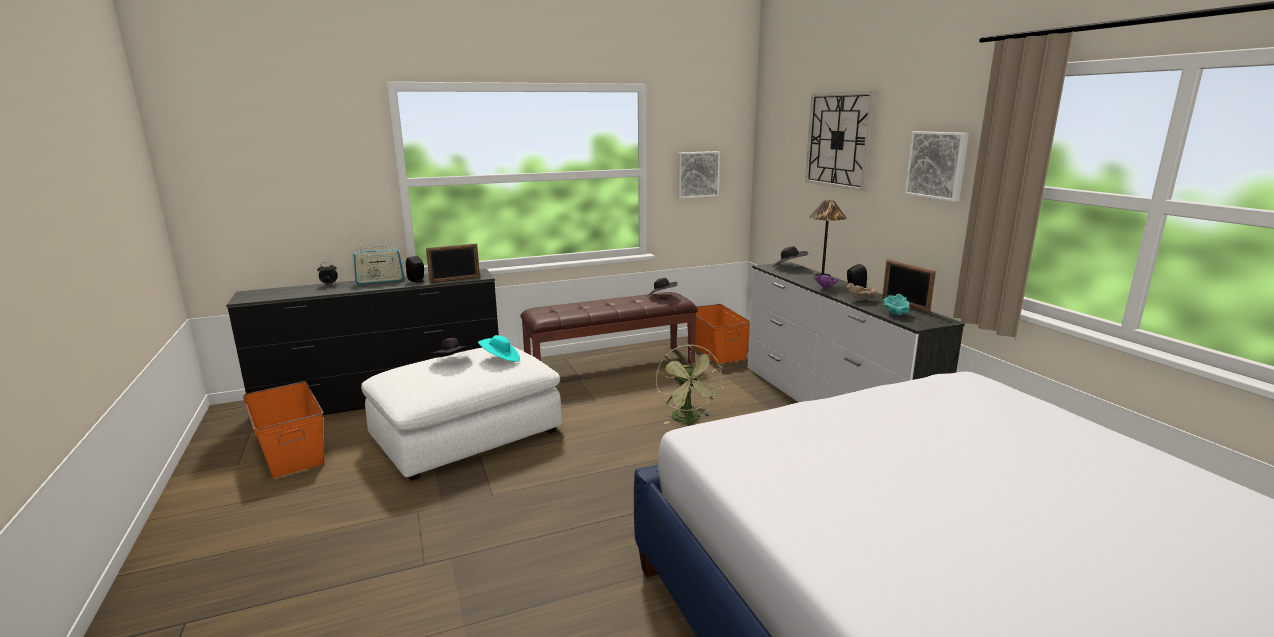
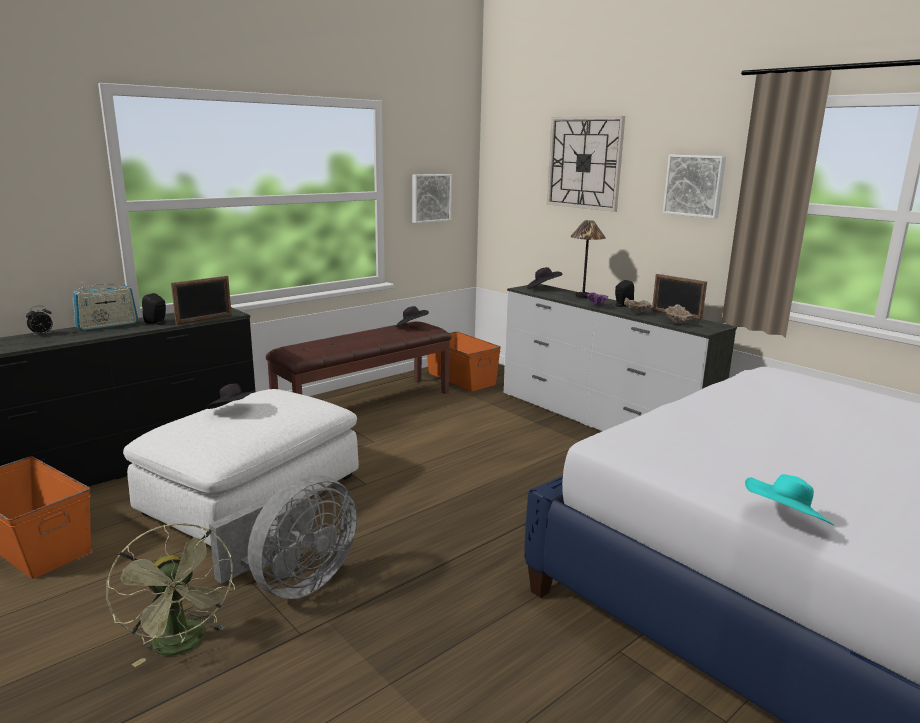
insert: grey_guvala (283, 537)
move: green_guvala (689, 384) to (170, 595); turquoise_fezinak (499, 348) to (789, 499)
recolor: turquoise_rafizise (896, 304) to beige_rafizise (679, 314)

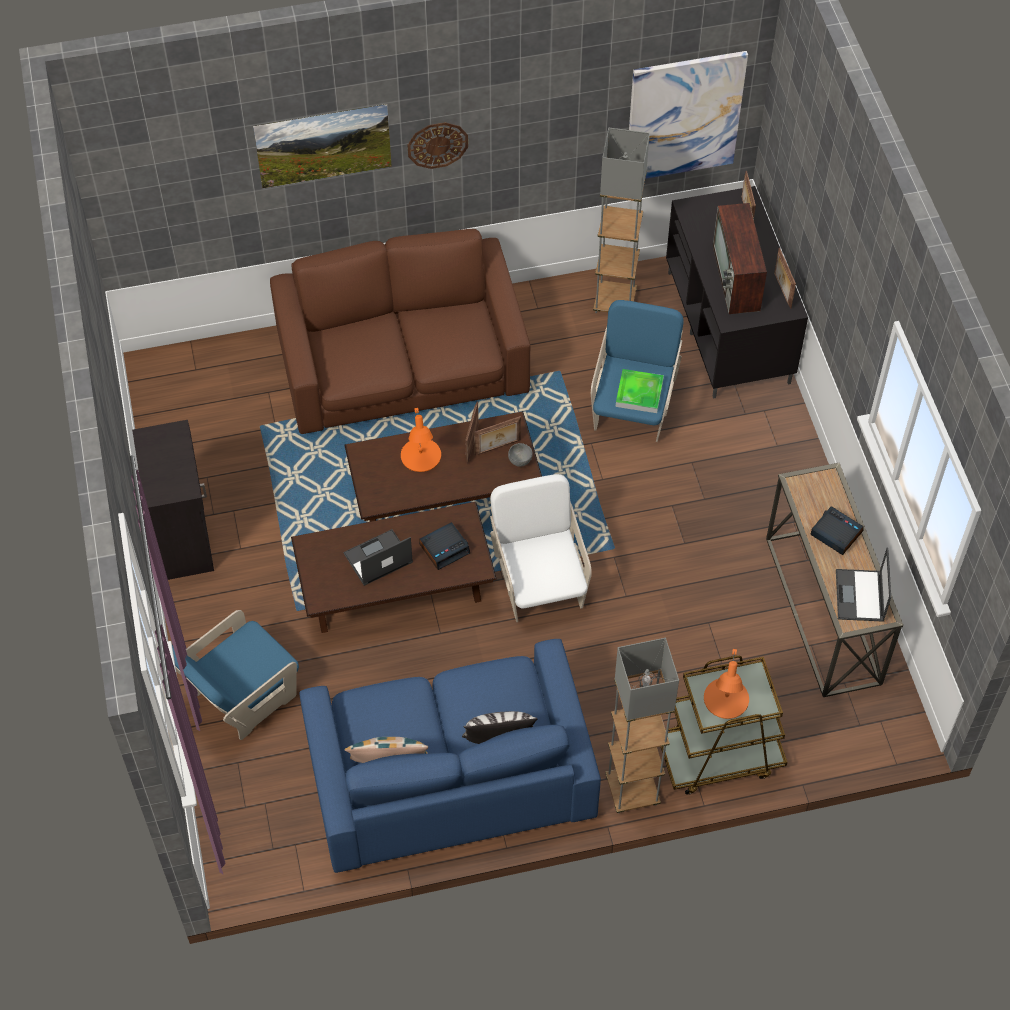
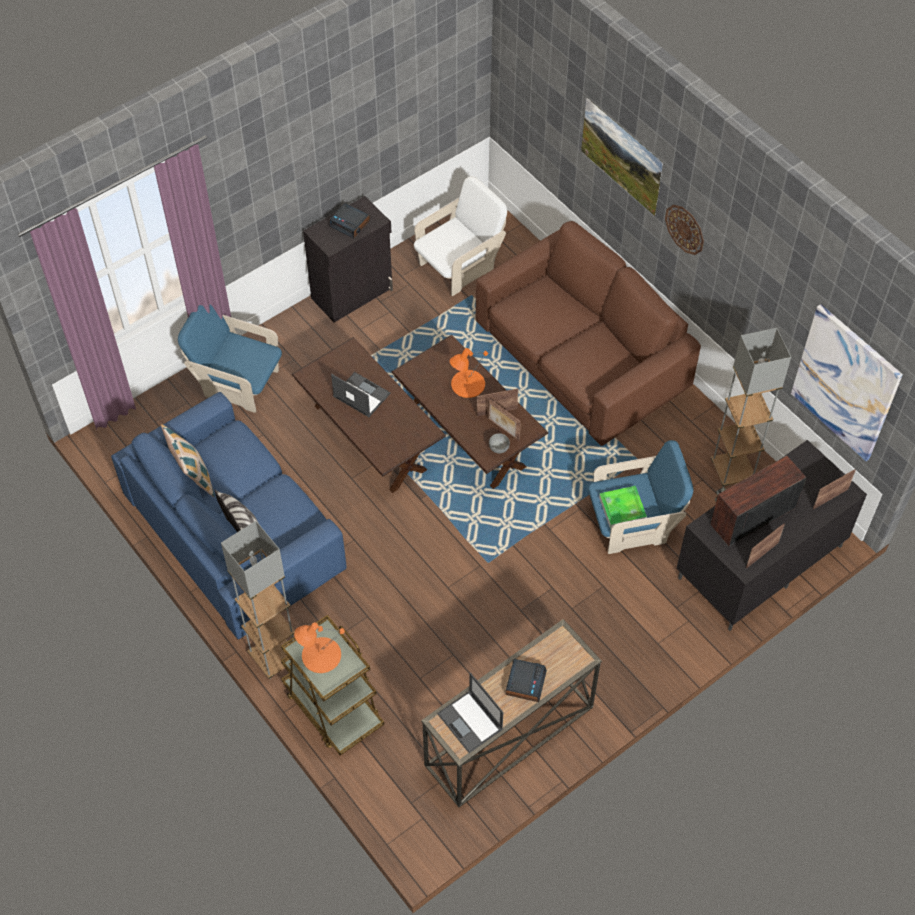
move: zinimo (444, 546) to (349, 221); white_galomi (541, 548) to (460, 236)
rotate: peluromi (863, 584) = (470, 713) 105 degrees counterclockwise

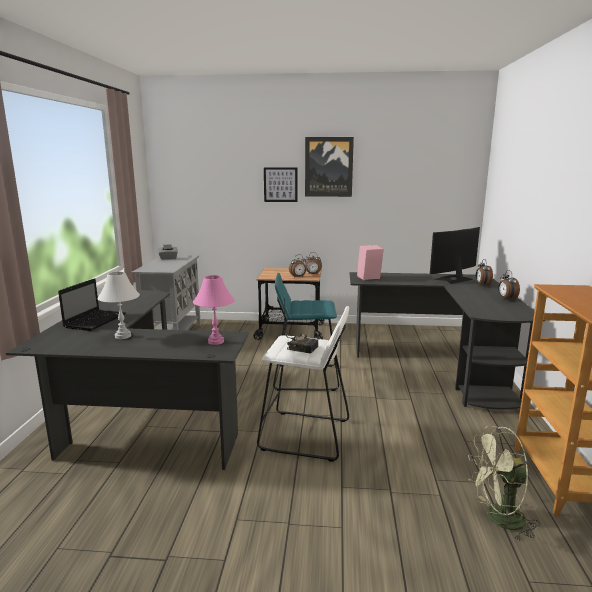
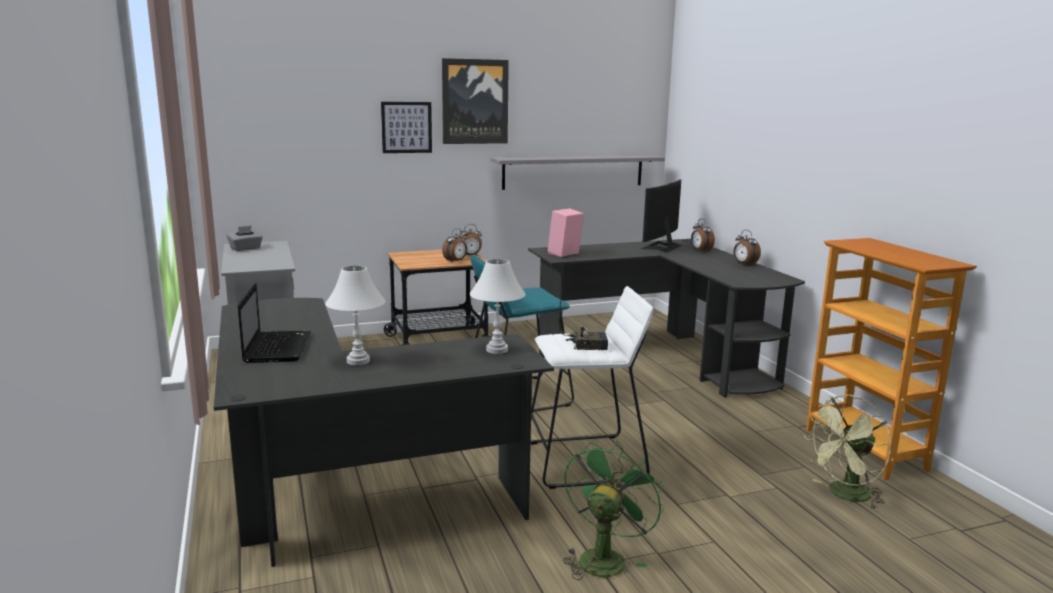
insert: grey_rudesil (578, 172); green_guvala (613, 510)
recolor: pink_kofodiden (214, 310) to white_kofodiden (498, 306)

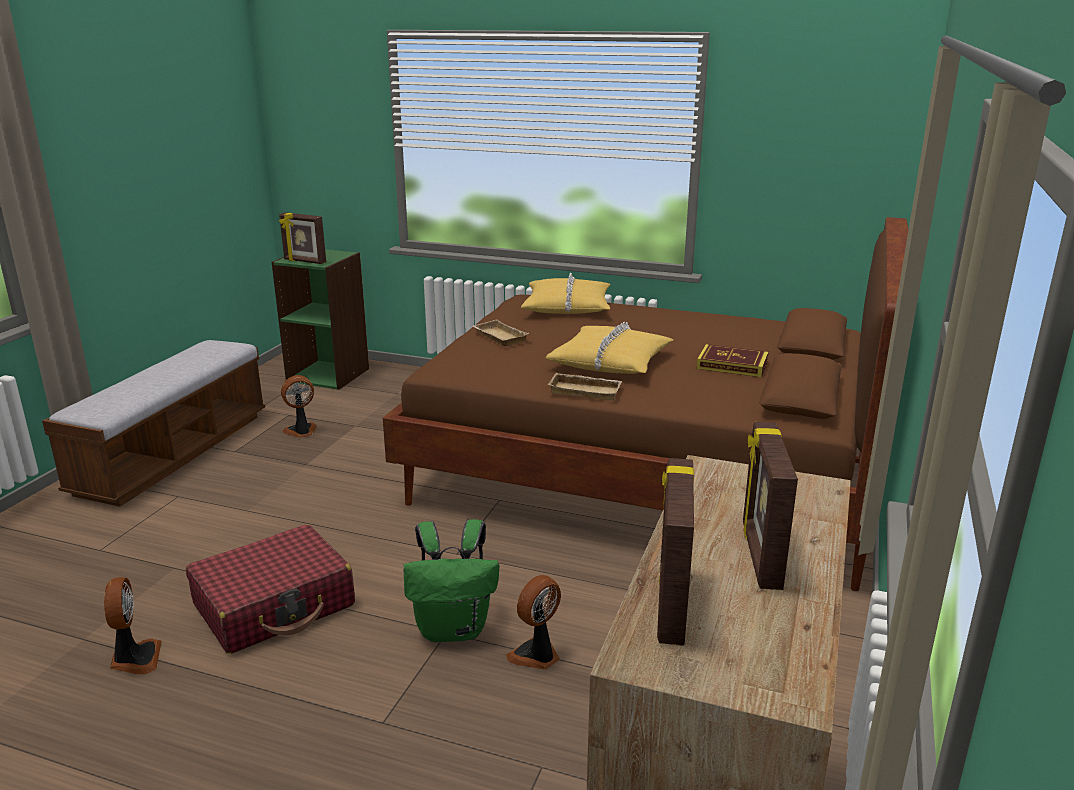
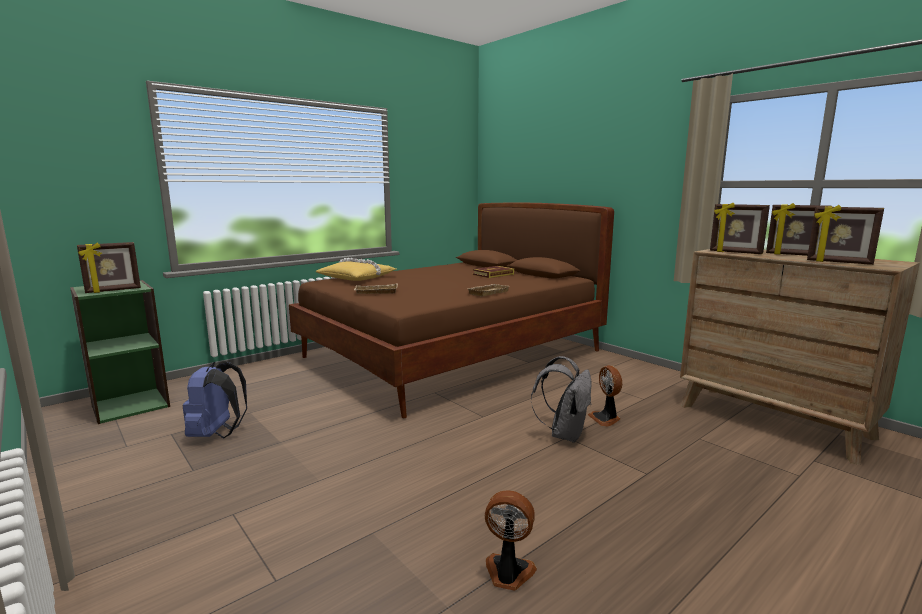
delete: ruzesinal (153, 423); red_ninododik (270, 589); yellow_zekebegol (609, 348)
insert: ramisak (740, 228)
replace: guvala (299, 406) to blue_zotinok (215, 400)
recolor: green_zotinok (451, 580) to grey_zotinok (561, 399)

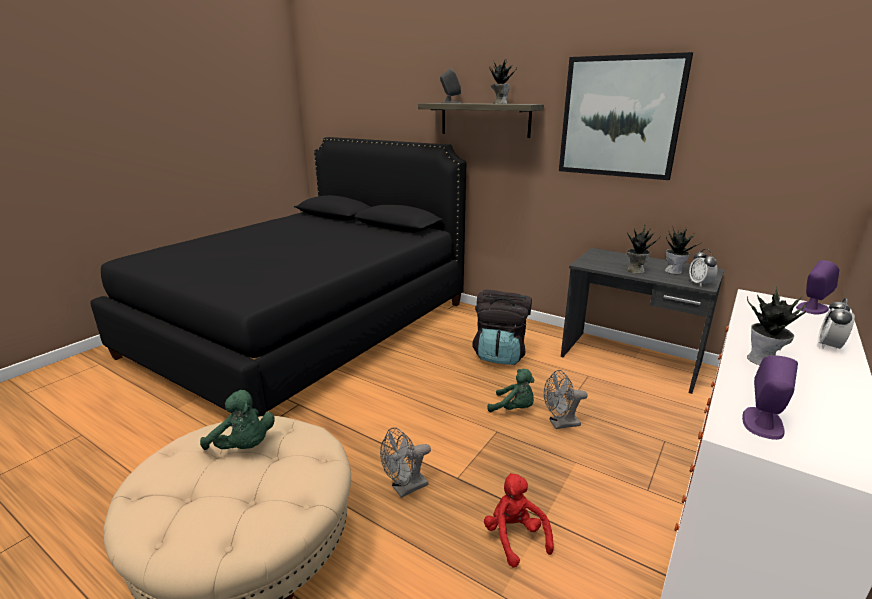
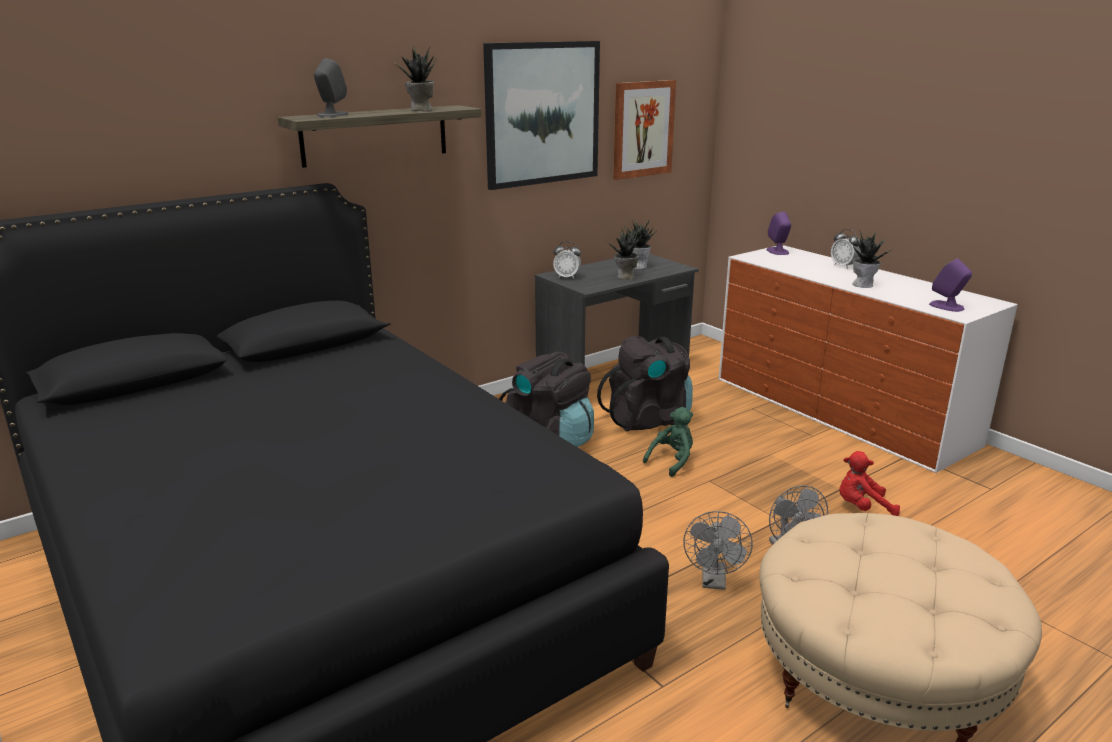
delete: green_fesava (237, 420)
insert: black_zotinok (645, 384); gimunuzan (644, 130)
move: zinimo (703, 267) to (567, 260); grey_guvala (565, 399) to (718, 550)

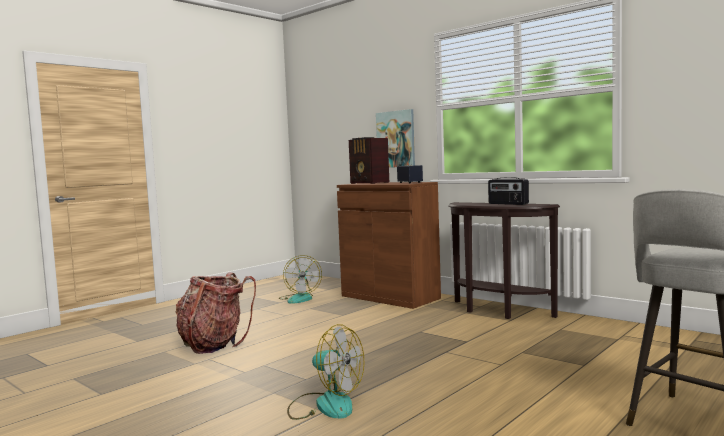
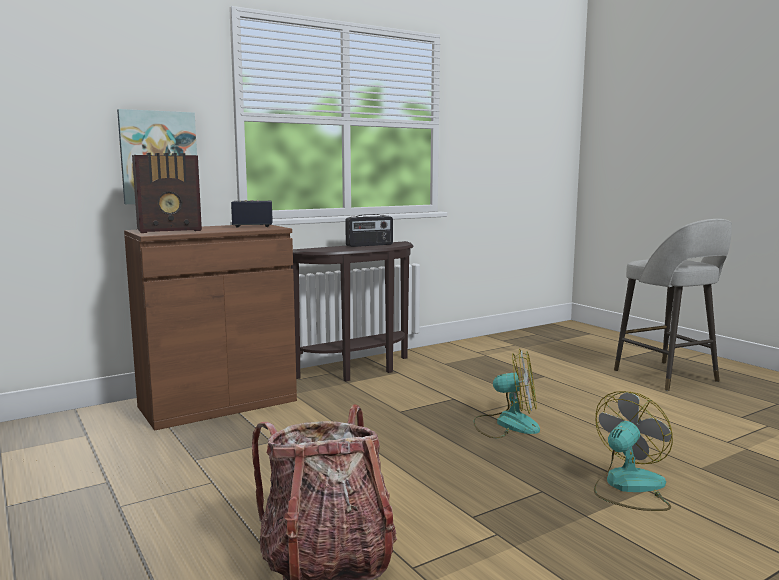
move: guvala (300, 279) to (506, 393)

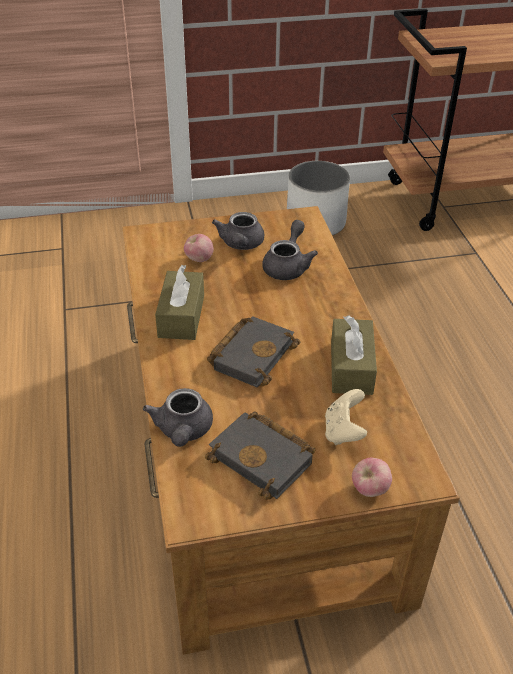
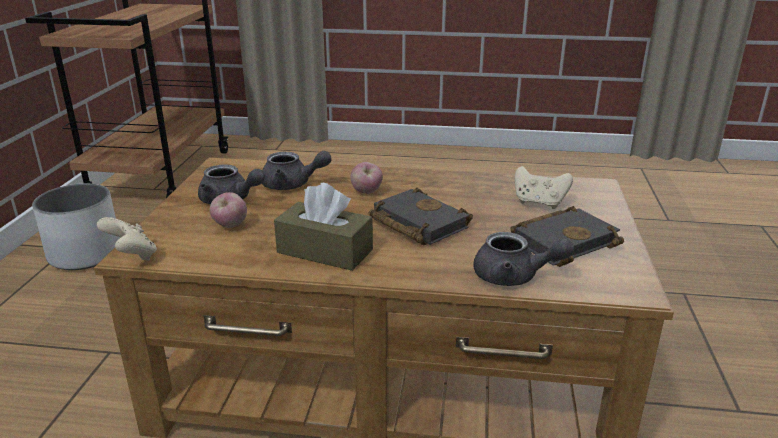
delete: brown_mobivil (354, 355)
insert: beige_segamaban (127, 239)
move: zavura (372, 477) to (366, 178)
rotate: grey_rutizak (290, 250) = (296, 170) 150 degrees clockwise

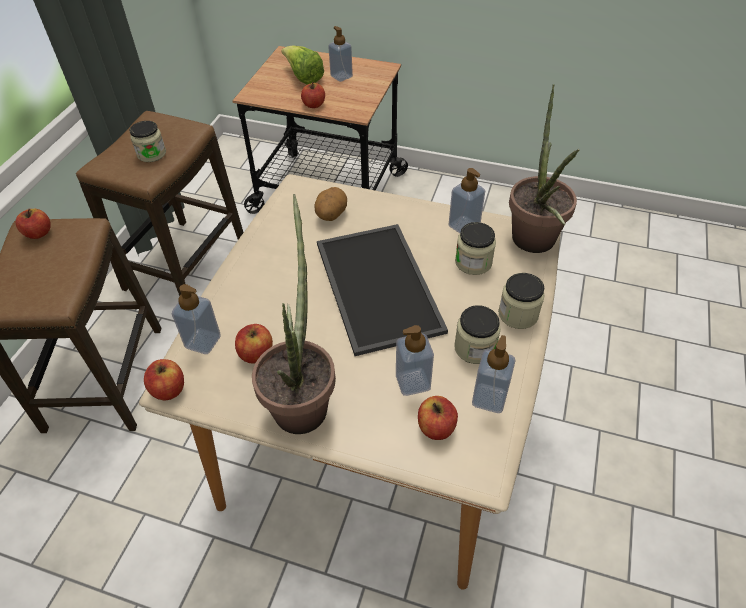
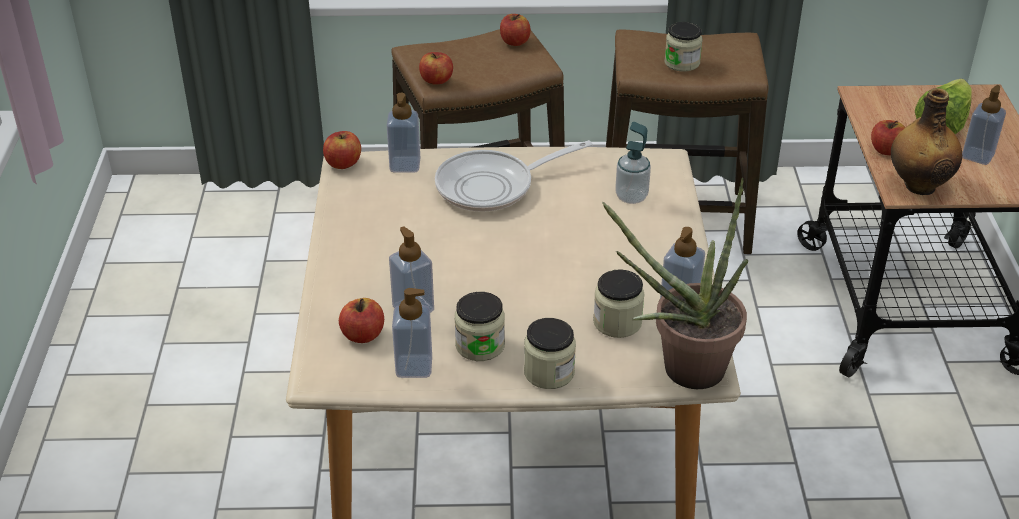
delete: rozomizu (294, 314); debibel (382, 290)
insert: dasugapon (514, 176); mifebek (926, 141)
move: zavura (254, 344) to (436, 68)
replace: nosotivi (331, 204) to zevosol (633, 163)

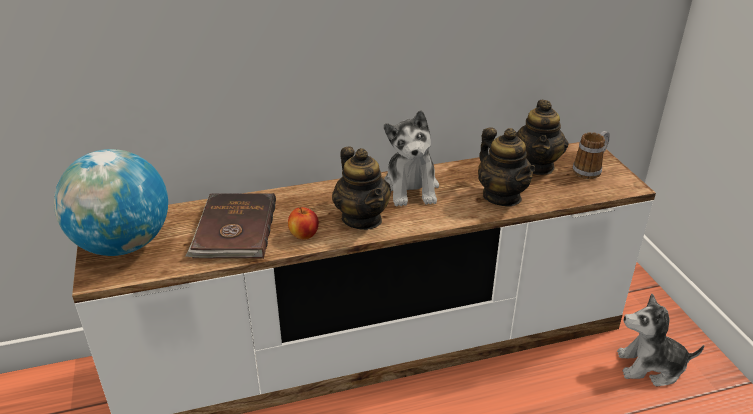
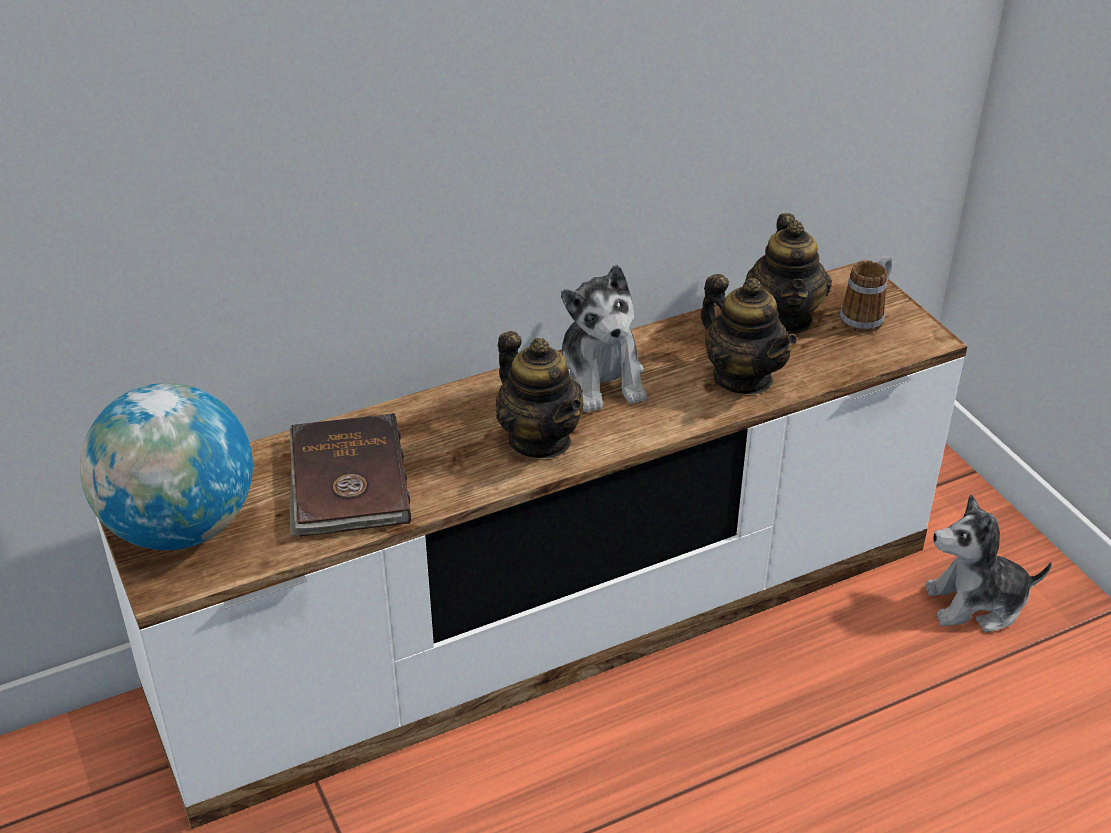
delete: zavura (303, 223)

